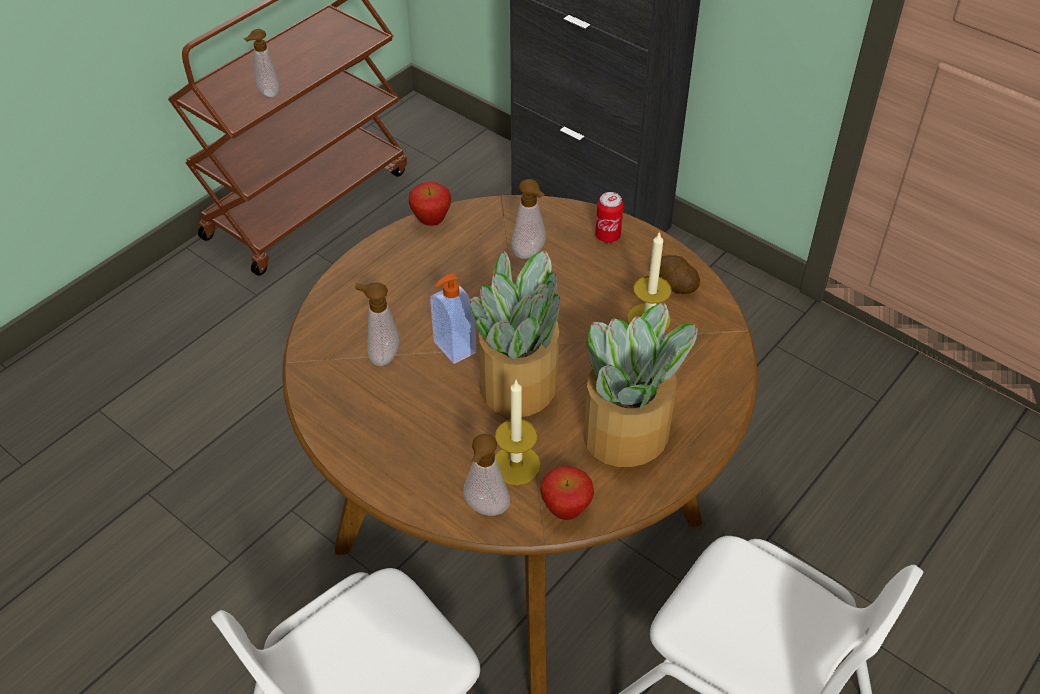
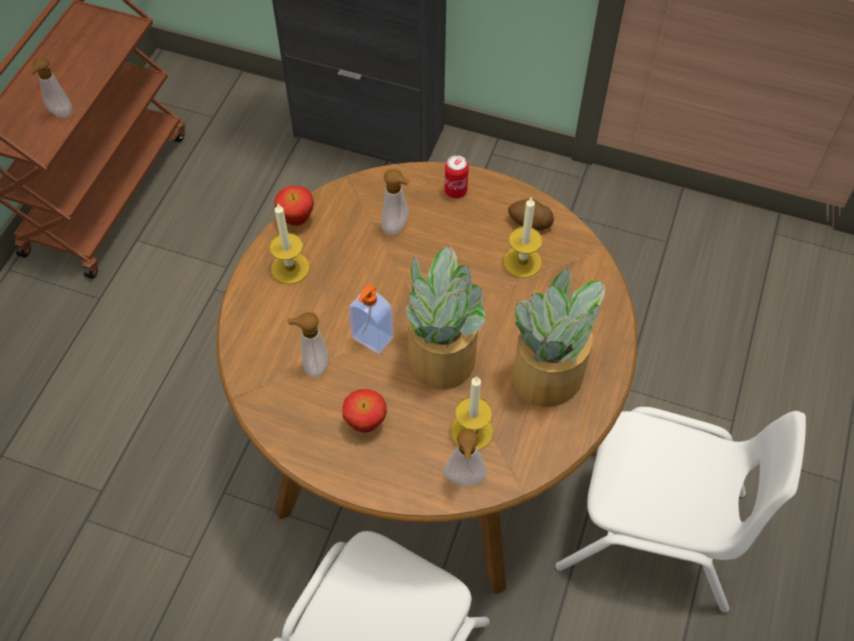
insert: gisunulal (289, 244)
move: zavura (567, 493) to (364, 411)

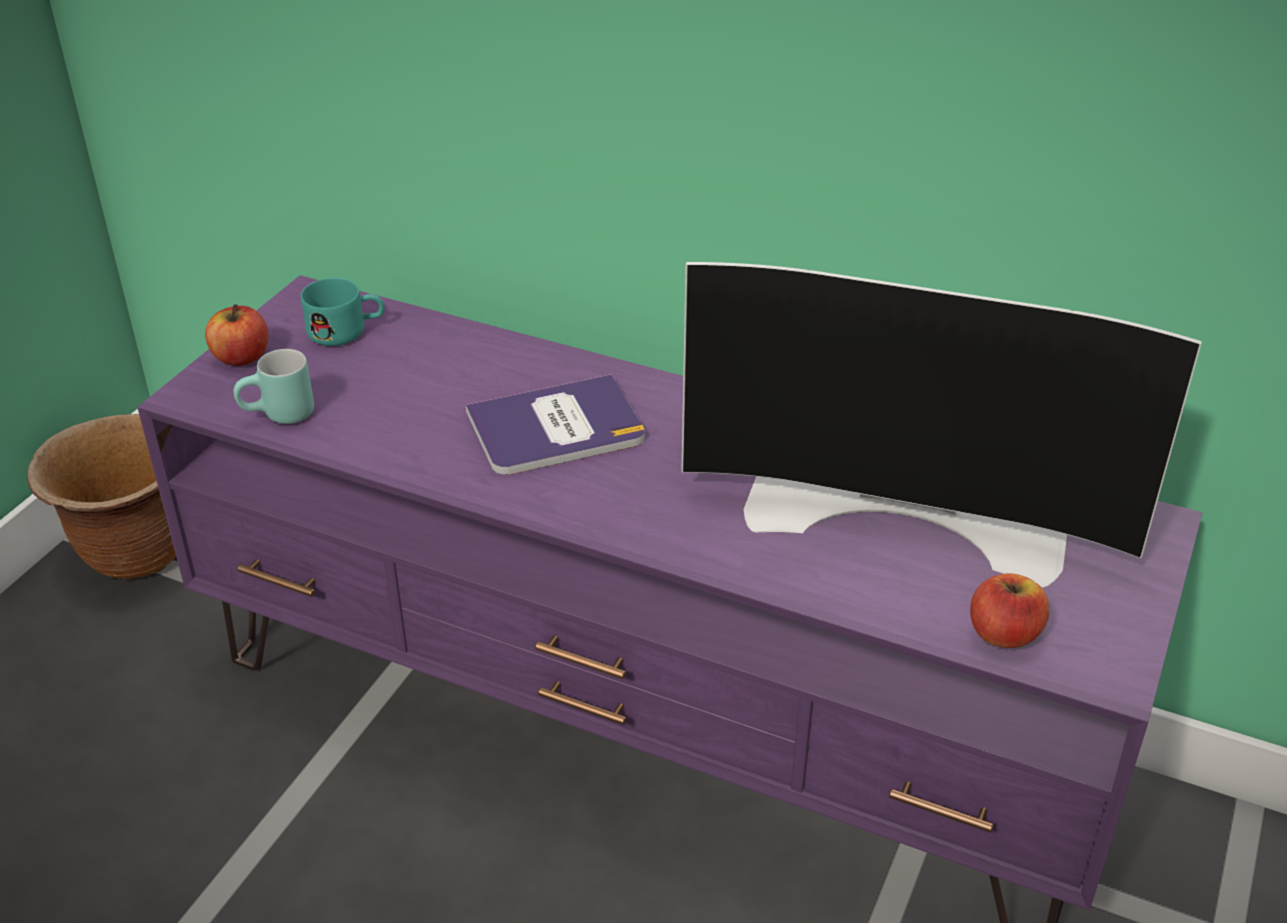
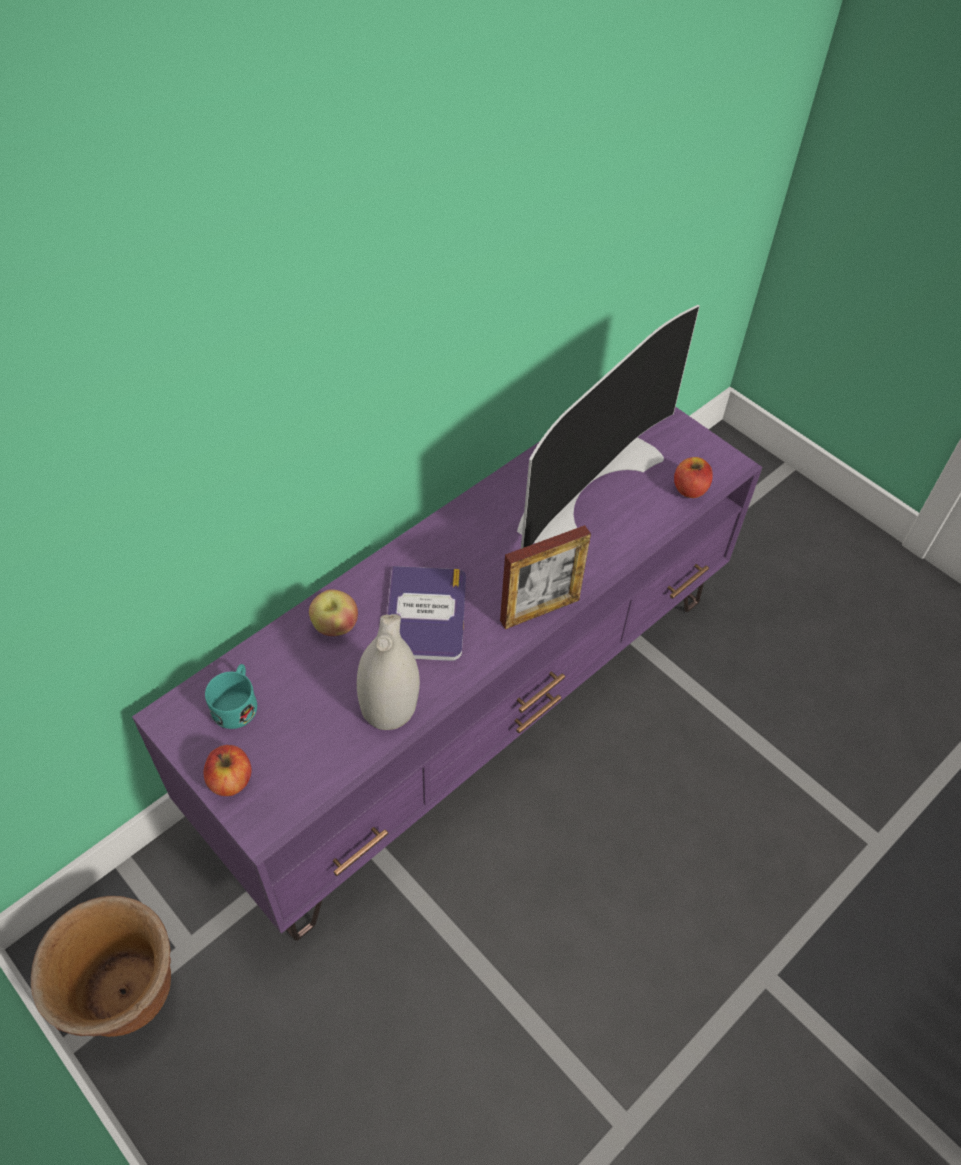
delete: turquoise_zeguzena (274, 386)
insert: zavura (333, 612); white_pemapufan (388, 672); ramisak (545, 577)

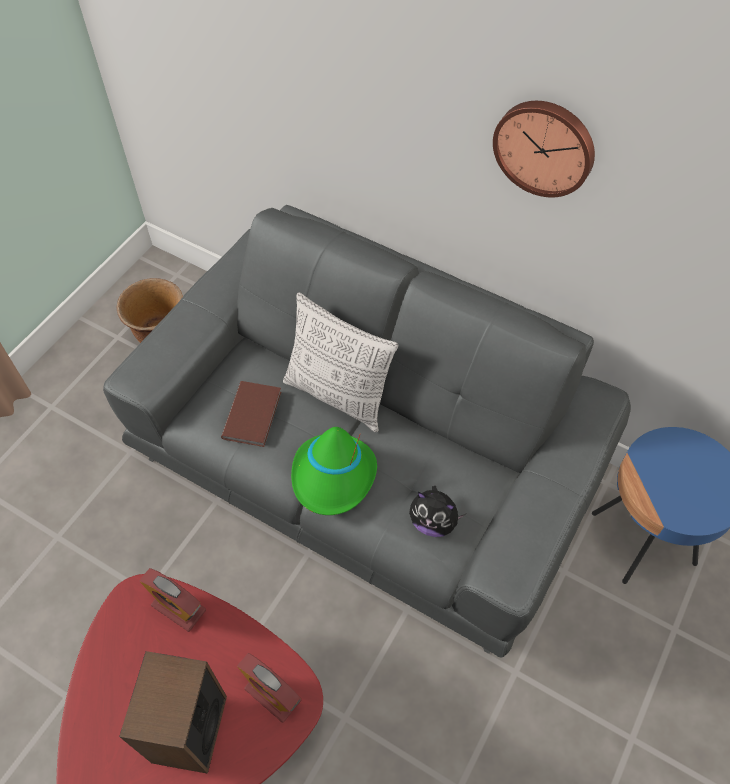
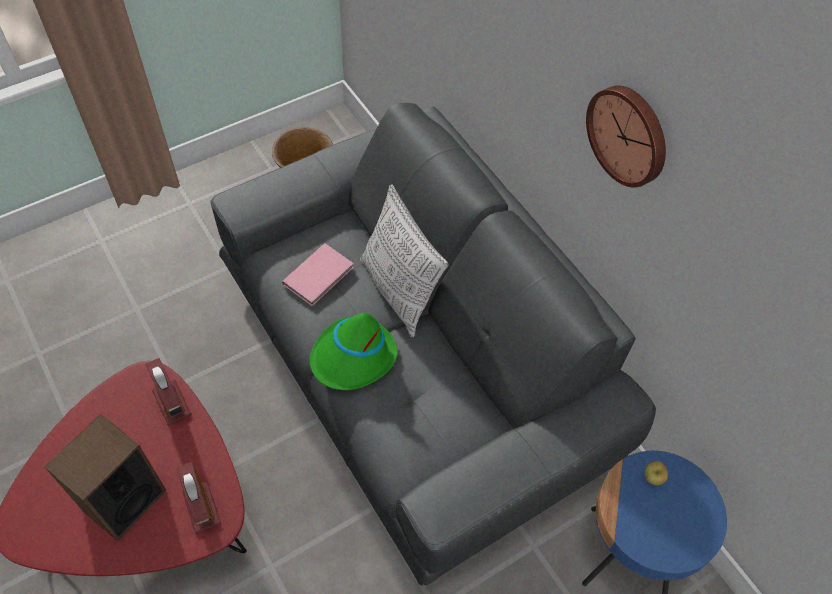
delete: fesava (437, 511)
insert: zavura (656, 473)
recolor: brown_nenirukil (251, 414) to pink_nenirukil (318, 274)

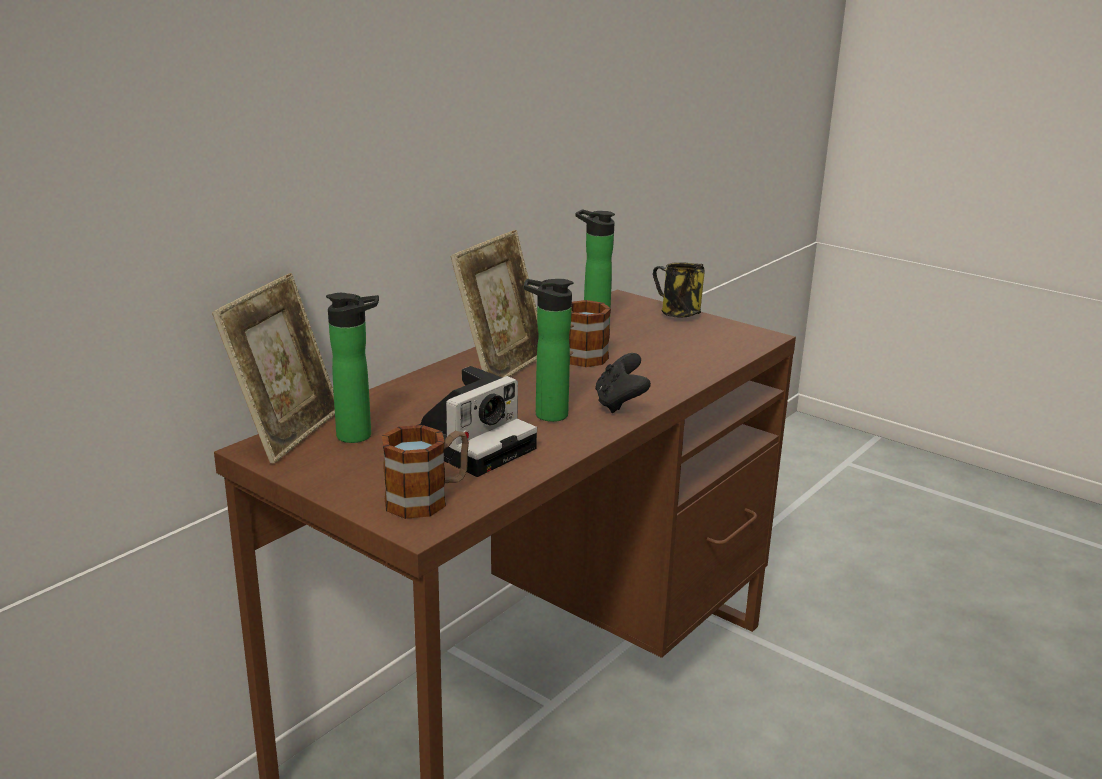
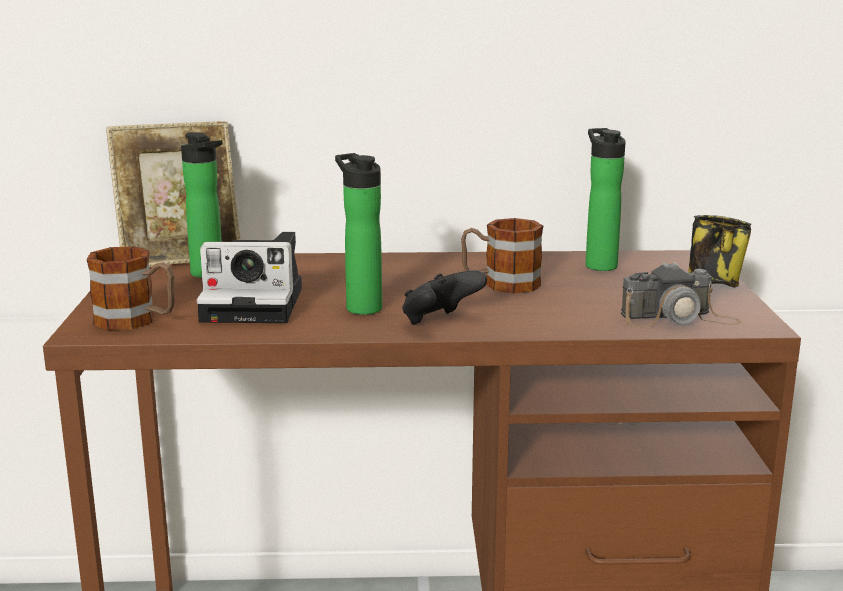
delete: ramisak (494, 304)
insert: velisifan (681, 294)

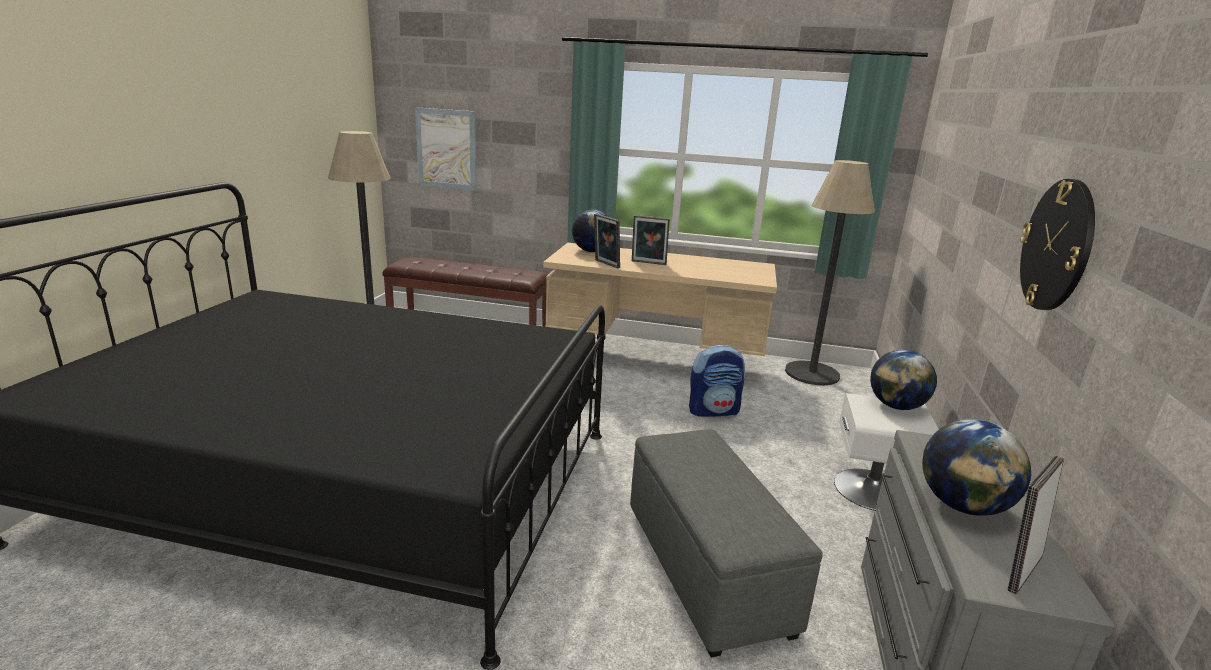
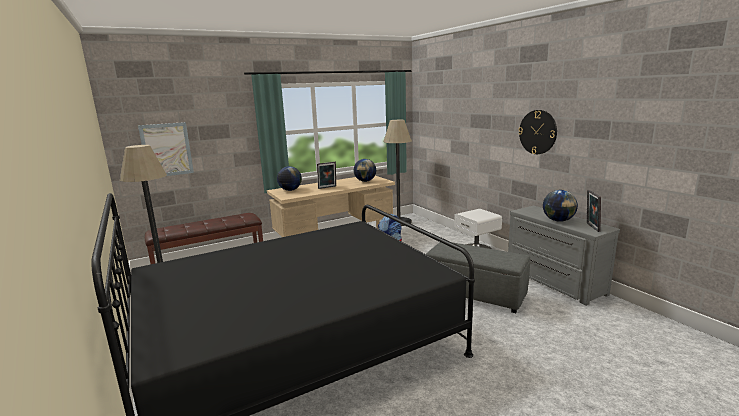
delete: ramisak (607, 241)
move: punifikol (903, 379) to (365, 170)

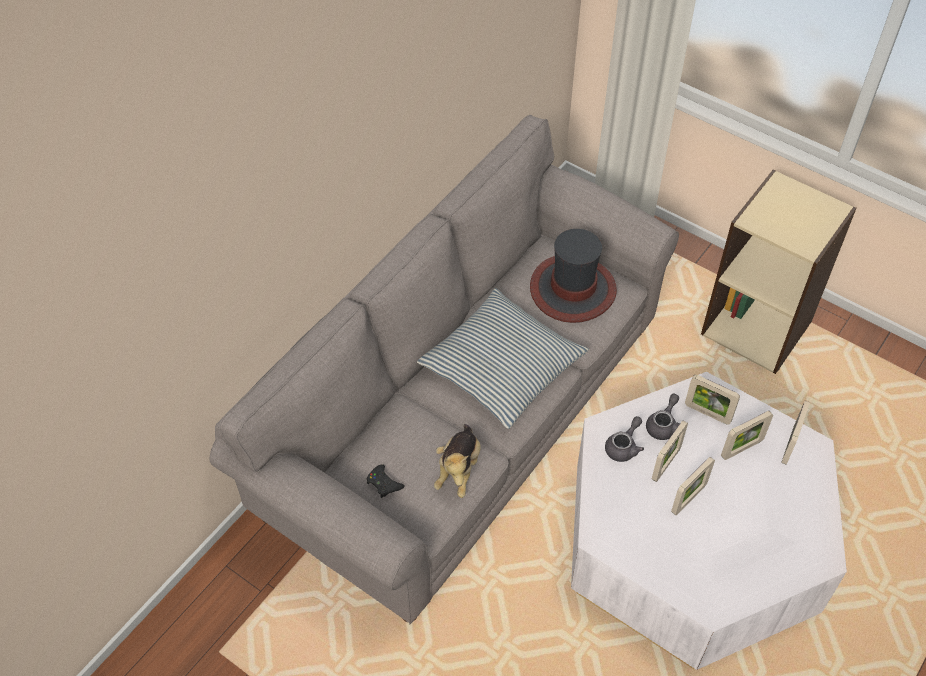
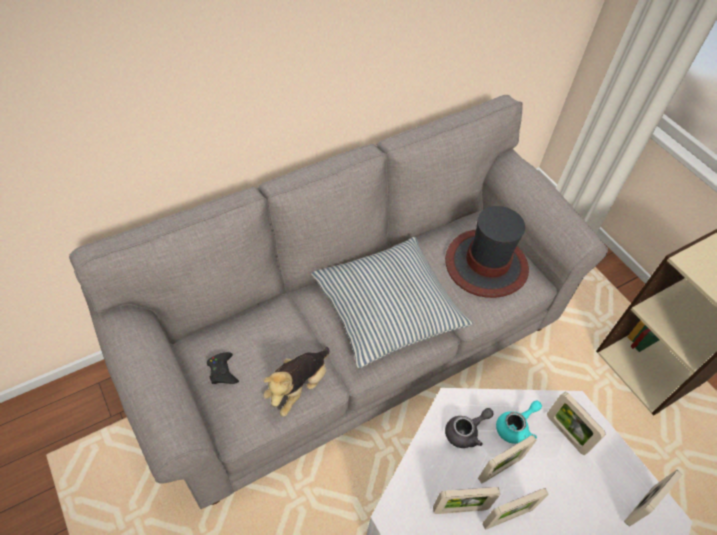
move: ramisak (747, 435) to (466, 500)
recolor: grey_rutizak (663, 417) to turquoise_rutizak (519, 422)

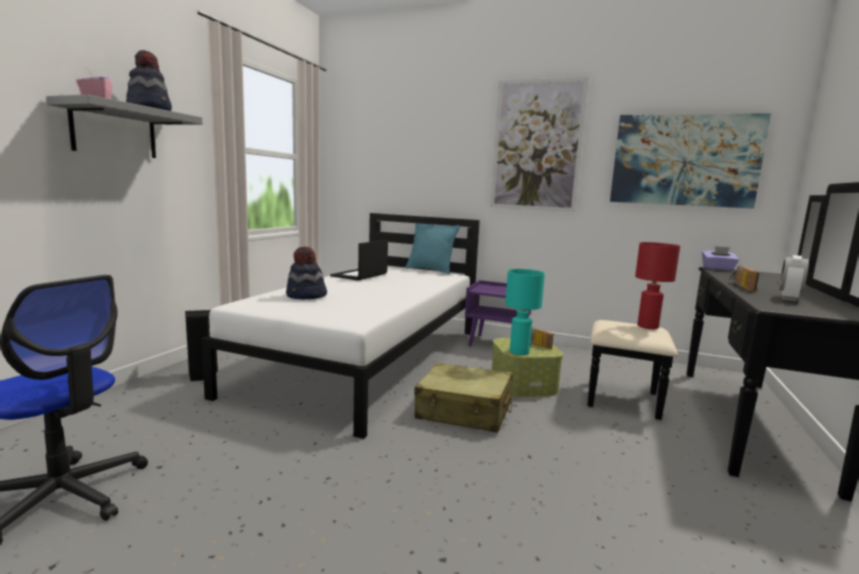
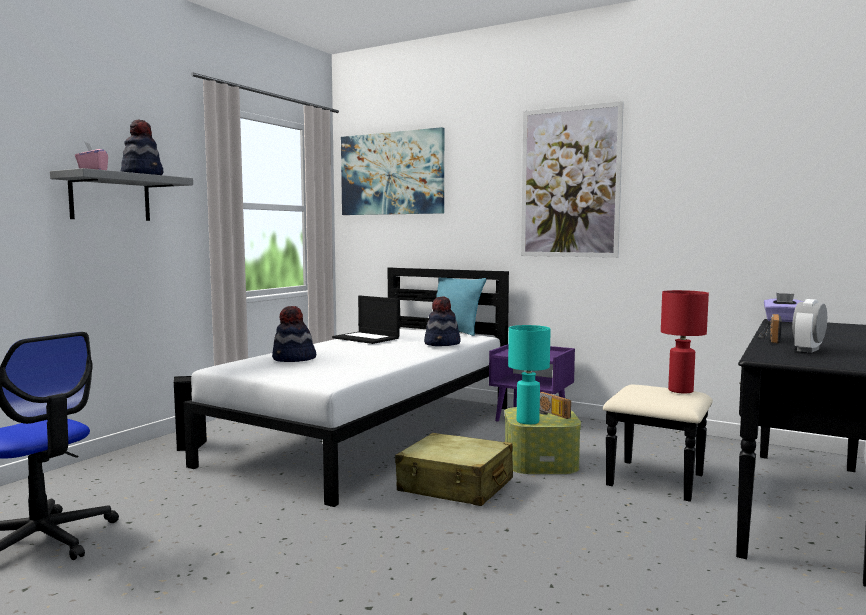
insert: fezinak (442, 321)
move: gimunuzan (690, 160) to (392, 171)
rotate: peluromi (359, 260) = (366, 320) 90 degrees counterclockwise

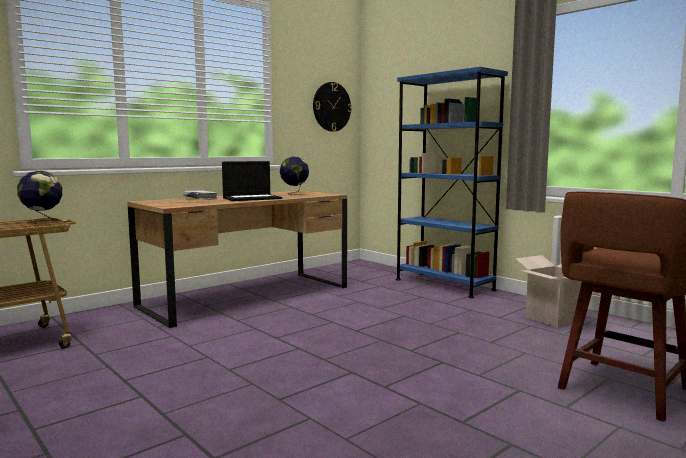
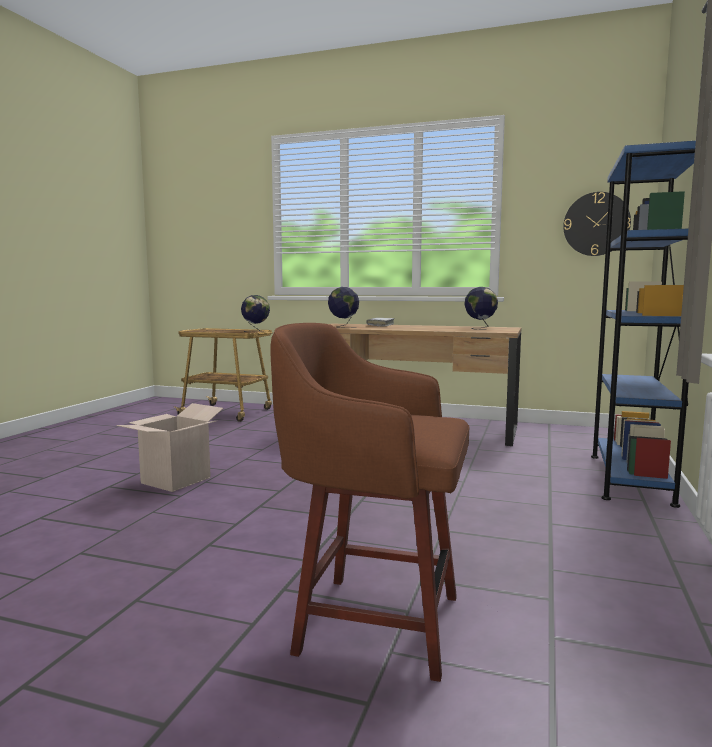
delete: peluromi (252, 181)
insert: punifikol (343, 307)
move: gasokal (550, 291) to (169, 447)

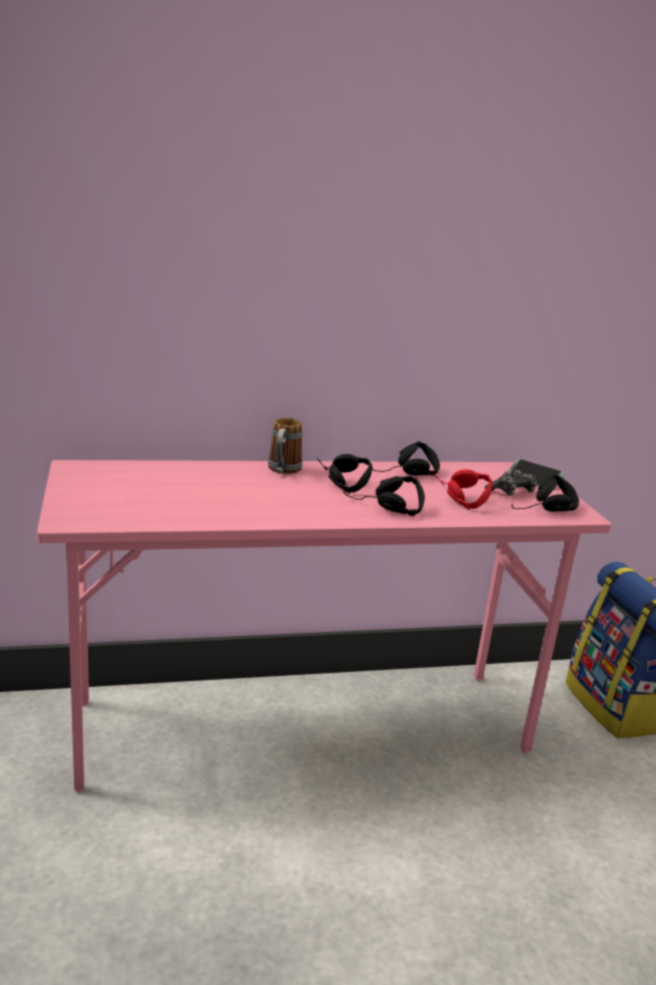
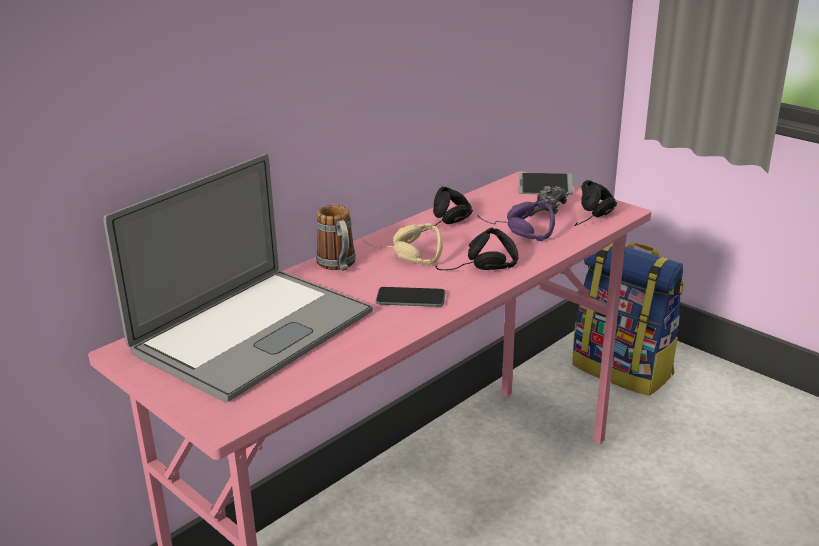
insert: peluromi (238, 278); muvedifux (410, 297)
recolor: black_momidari (344, 473) to beige_momidari (402, 244); red_momidari (463, 489) to purple_momidari (516, 221)

